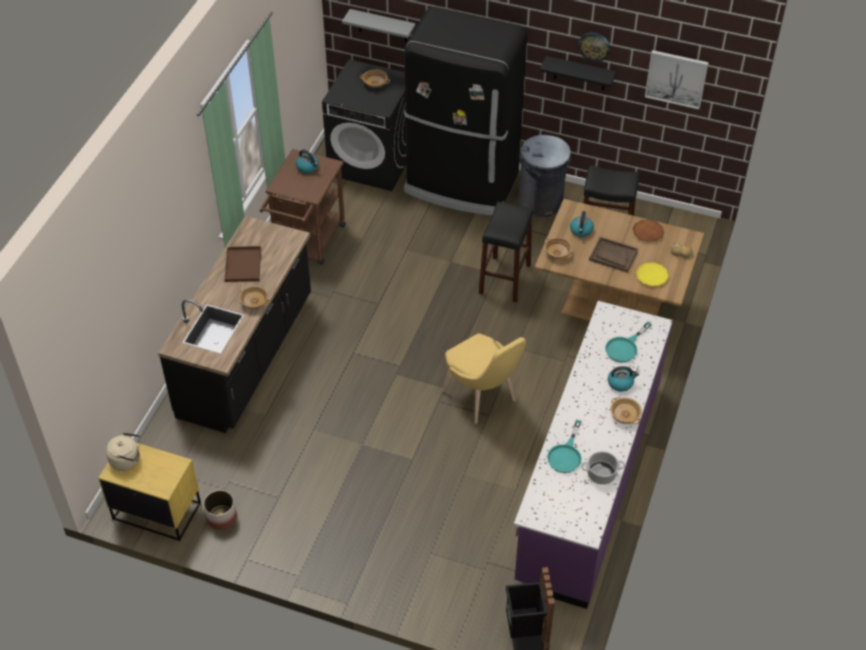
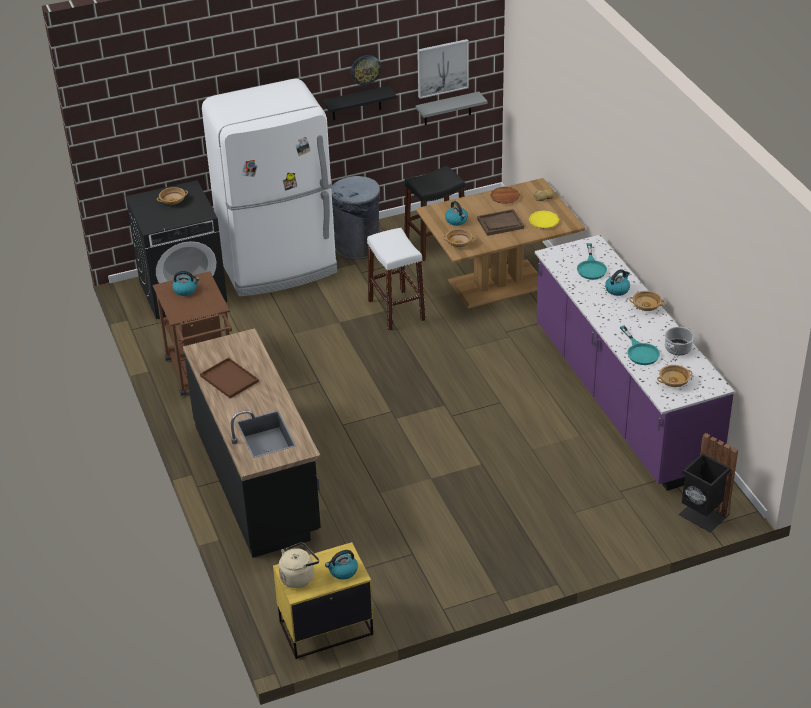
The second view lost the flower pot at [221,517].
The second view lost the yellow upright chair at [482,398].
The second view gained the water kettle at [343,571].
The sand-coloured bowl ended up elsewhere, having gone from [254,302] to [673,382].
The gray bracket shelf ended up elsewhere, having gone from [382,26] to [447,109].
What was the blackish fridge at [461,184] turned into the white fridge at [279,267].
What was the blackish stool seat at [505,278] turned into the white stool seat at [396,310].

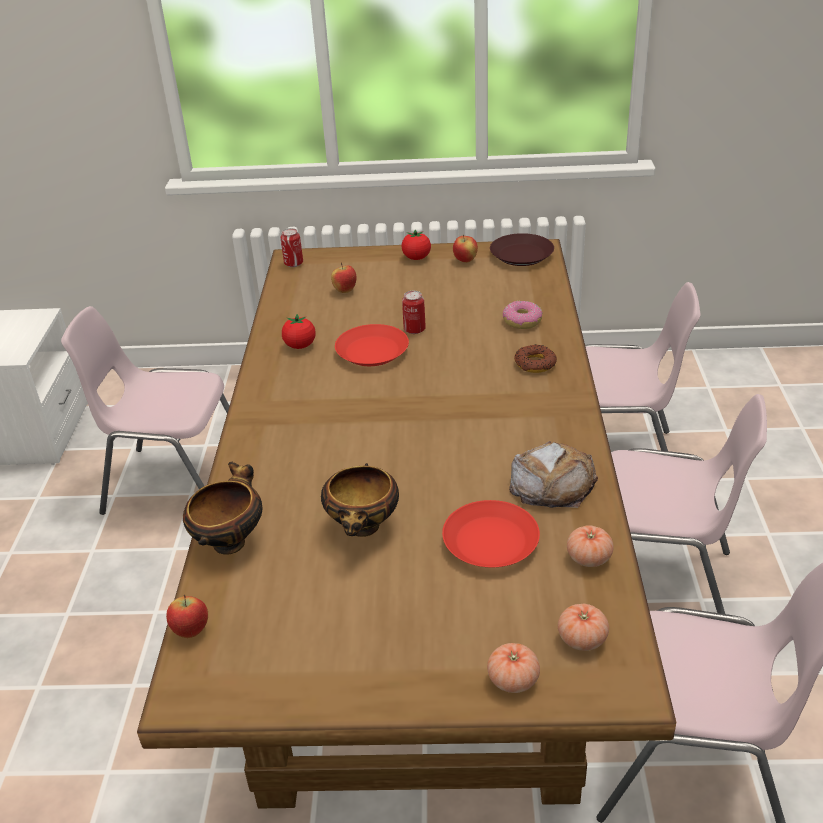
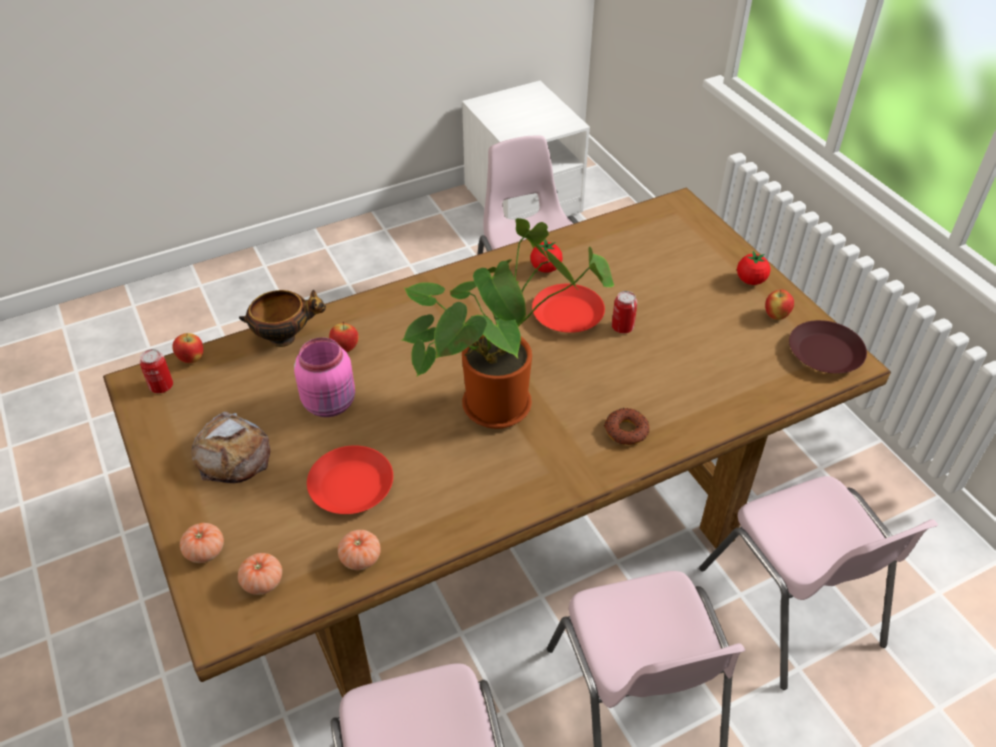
The second view lost the doughnut at [522,321].
The second view gained the plant in a pot at [500,400].
The can ended up elsewhere, having gone from [293,263] to [161,386].
The apple ended up elsewhere, having gone from [345,291] to [345,348].
The baked bread ended up elsewhere, having gone from [552,483] to [233,455].
Where the bowl stood at [364,529], the pink-coloured storage jar came to stand at [331,403].

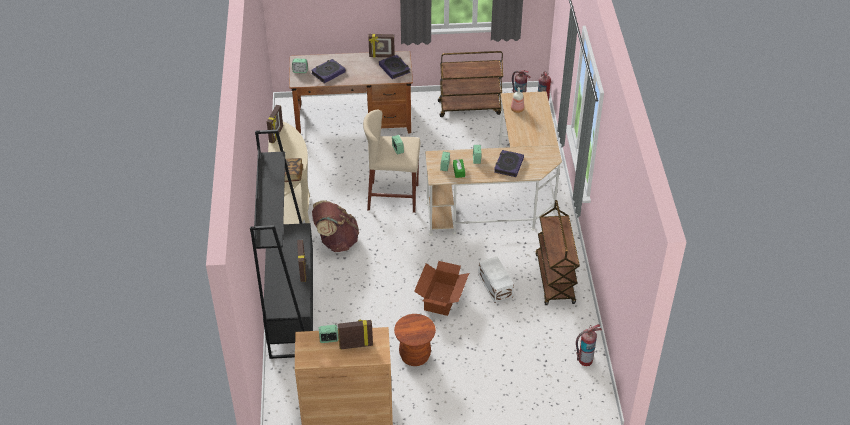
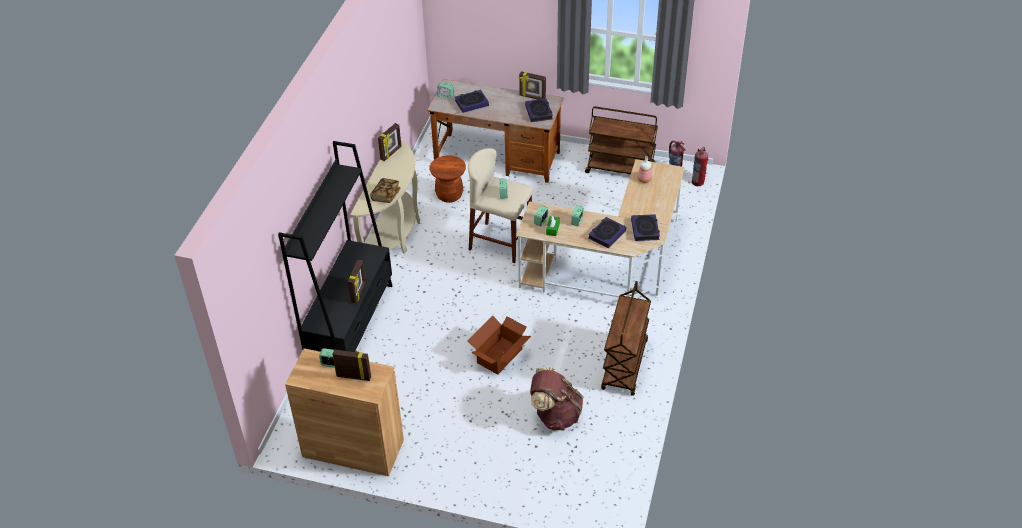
The second view lost the white storage box at [495,286].
The second view lost the fire-fighting cylinder at [585,360].
The second view gained the bound book at [645,230].
The brown backpack ended up elsewhere, having gone from [336,241] to [555,415].
The brown stool seat ended up elsewhere, having gone from [415,356] to [449,195].

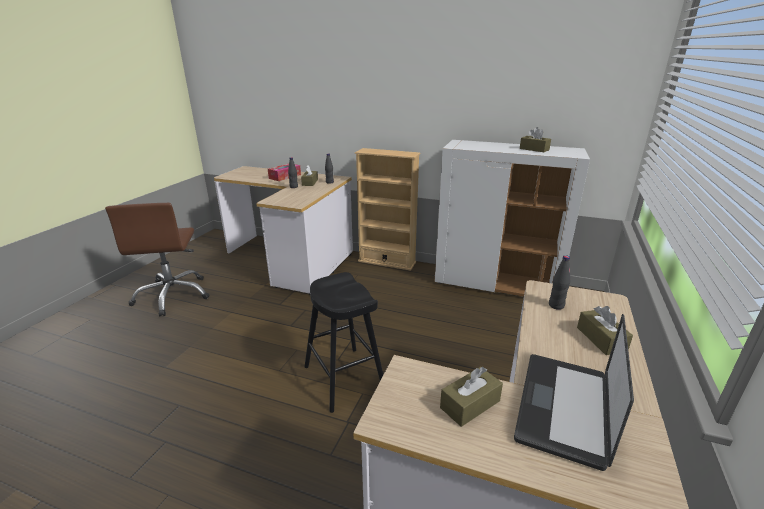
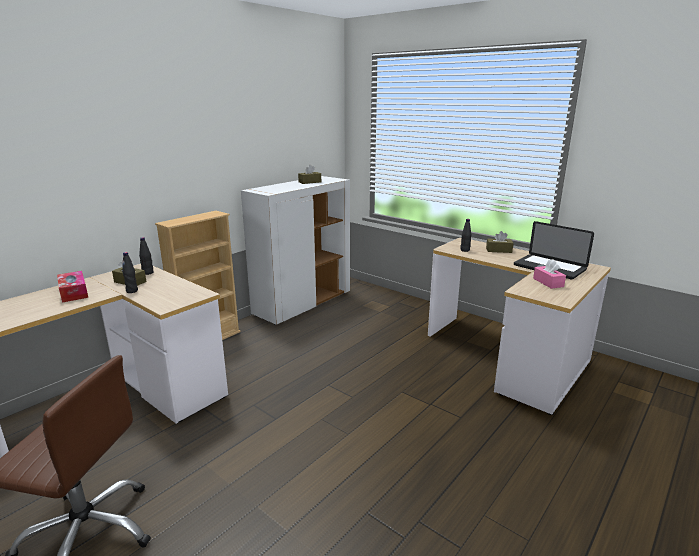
The second view lost the blackish stool seat at [344,378].
What was the brown box of tissues at [470,404] turned into the pink-coloured box of tissues at [548,282].

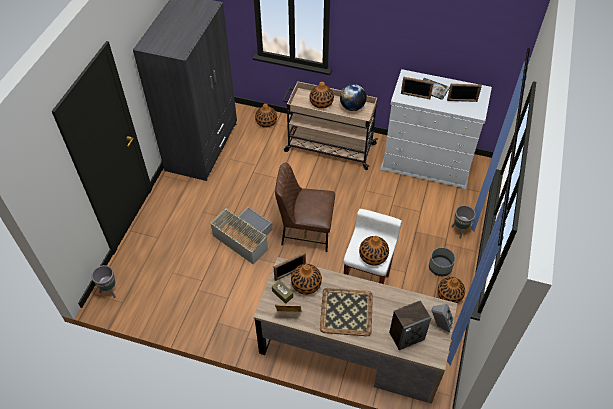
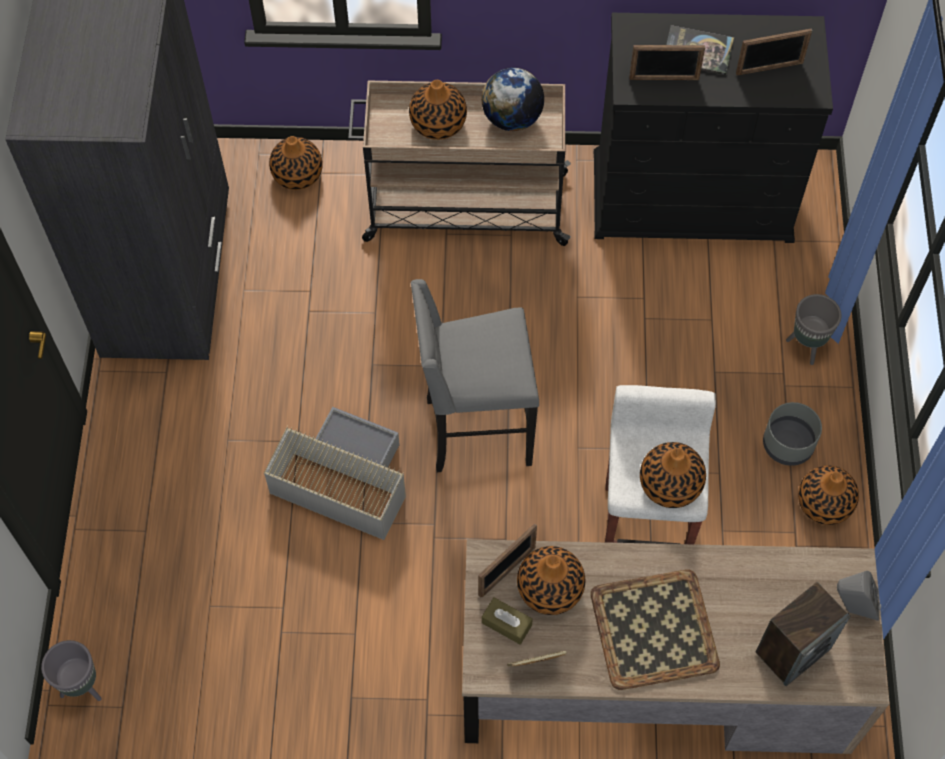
Where the brown upright chair stood at [305,231], the gray stool seat came to stand at [475,431].
What was the white drawer chest at [427,163] turned into the blackish drawer chest at [693,196].

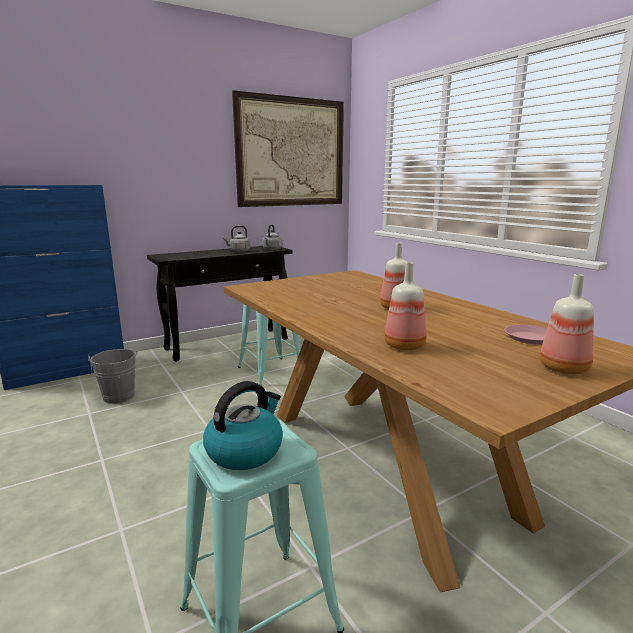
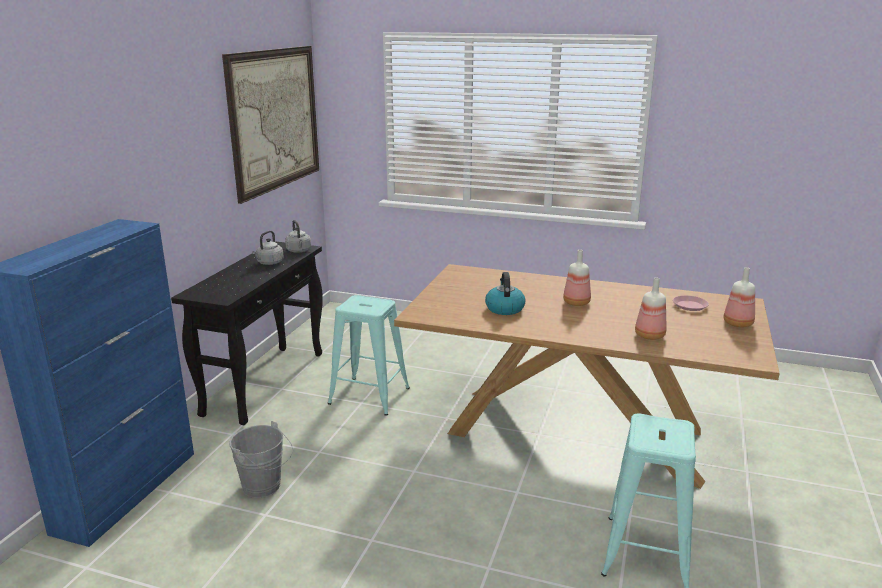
The water kettle ended up elsewhere, having gone from [245,451] to [504,308].

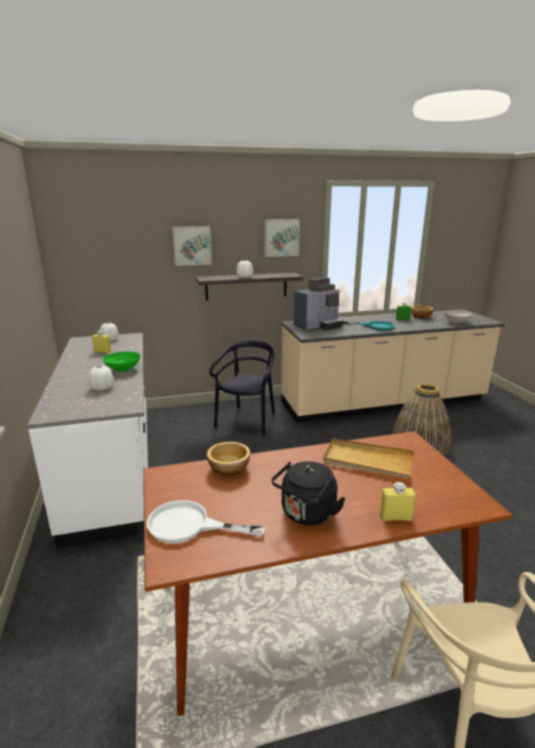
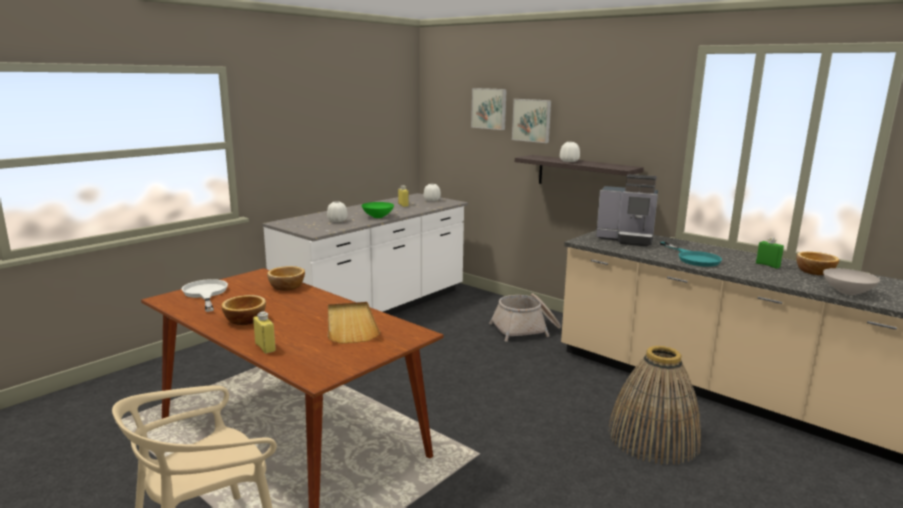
The picture ended up elsewhere, having gone from [281,237] to [489,108].
Where the blackish upright chair stood at [247,421], the storage basket came to stand at [526,329].
Where the blackish water kettle stood at [306,514], the bowl came to stand at [244,319].

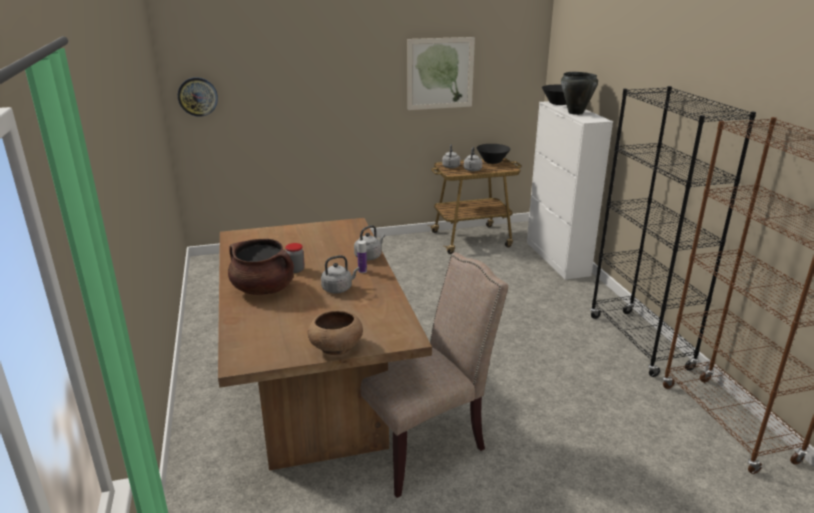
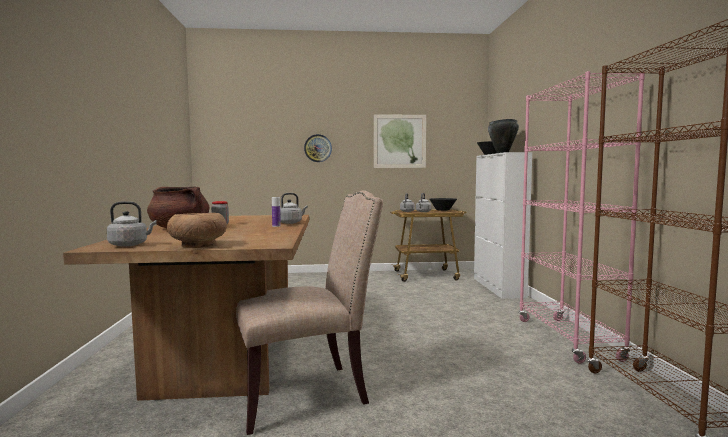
The wall clock ended up elsewhere, having gone from [198,96] to [318,148].
The gray water kettle ended up elsewhere, having gone from [338,288] to [130,245].
What was the blackish bookshelf at [639,342] turned into the pink-coloured bookshelf at [567,339].

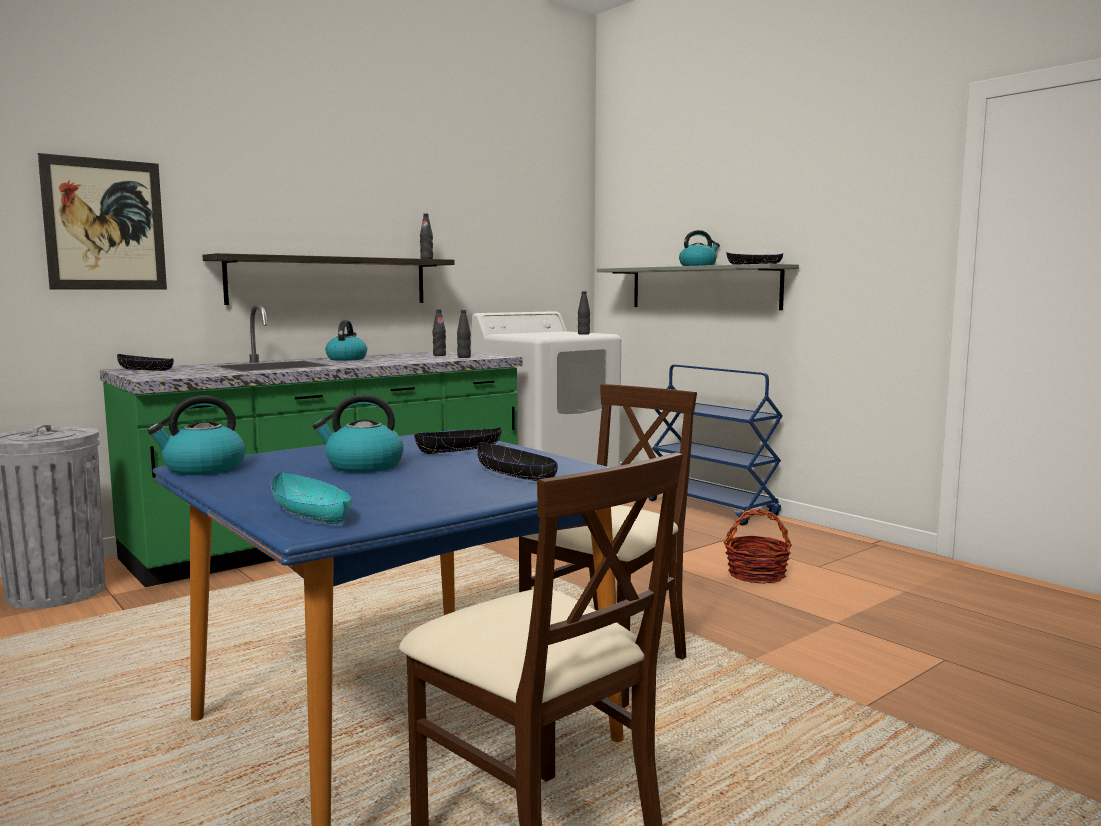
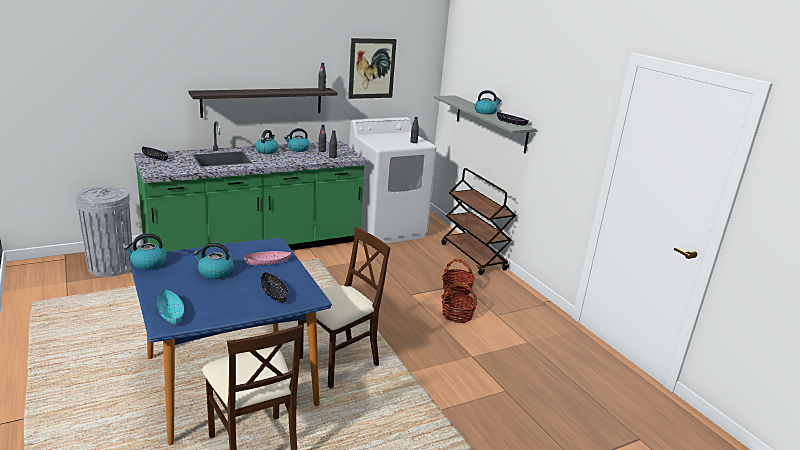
The second view gained the water kettle at [297,149].
The second view gained the storage basket at [457,290].
The picture ended up elsewhere, having gone from [105,224] to [372,68].
What was the blackish bowl at [459,450] turned into the pink-coloured bowl at [267,262].
What was the blue-coloured cart at [713,508] turned into the brown cart at [474,257].

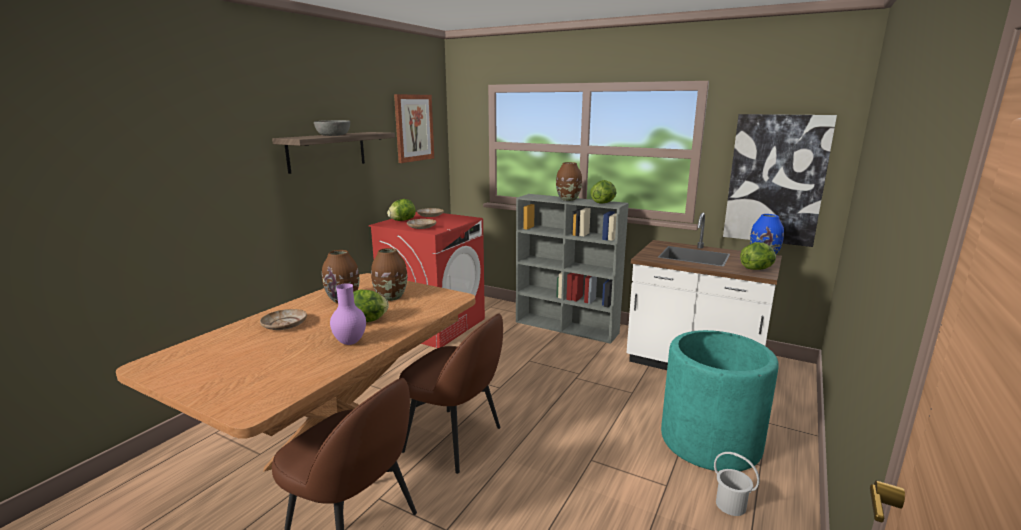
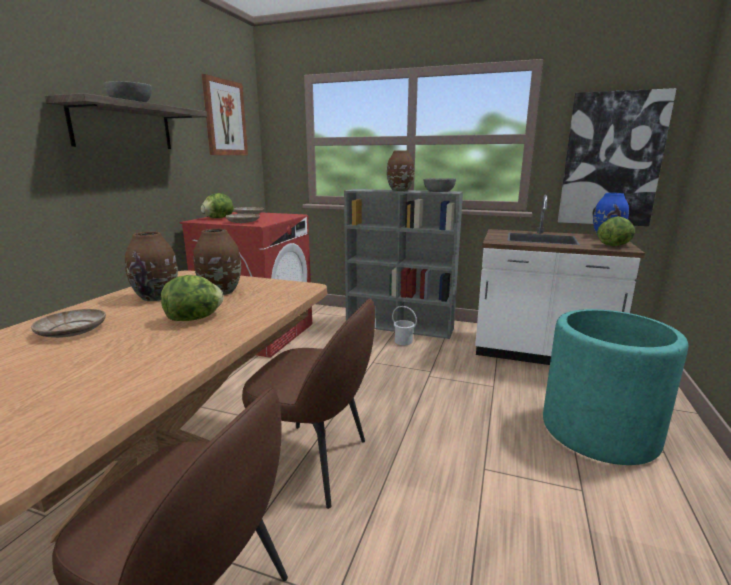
The second view lost the purple vase at [350,343].
The white water bucket ended up elsewhere, having gone from [730,505] to [403,341].
Where the lettuce stood at [603,203], the gray bowl came to stand at [438,191].

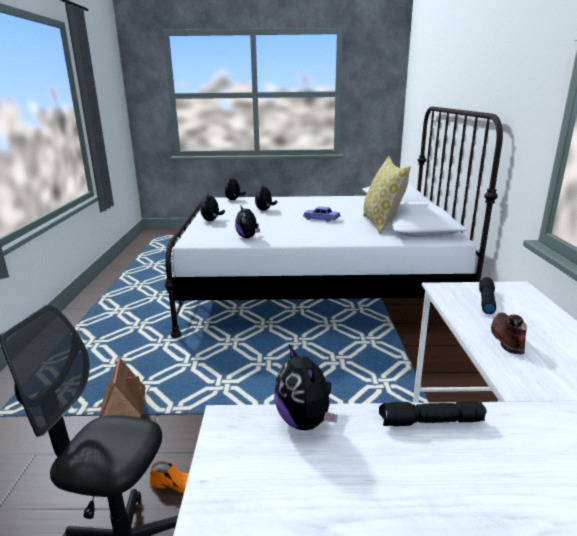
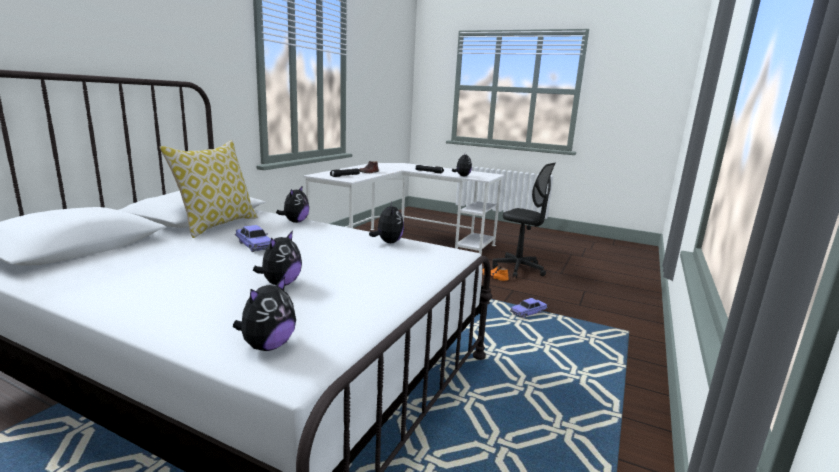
The plush toy ended up elsewhere, having gone from [211,220] to [295,222].
Where the miniature house stood at [124,406], the toy car came to stand at [528,312].

